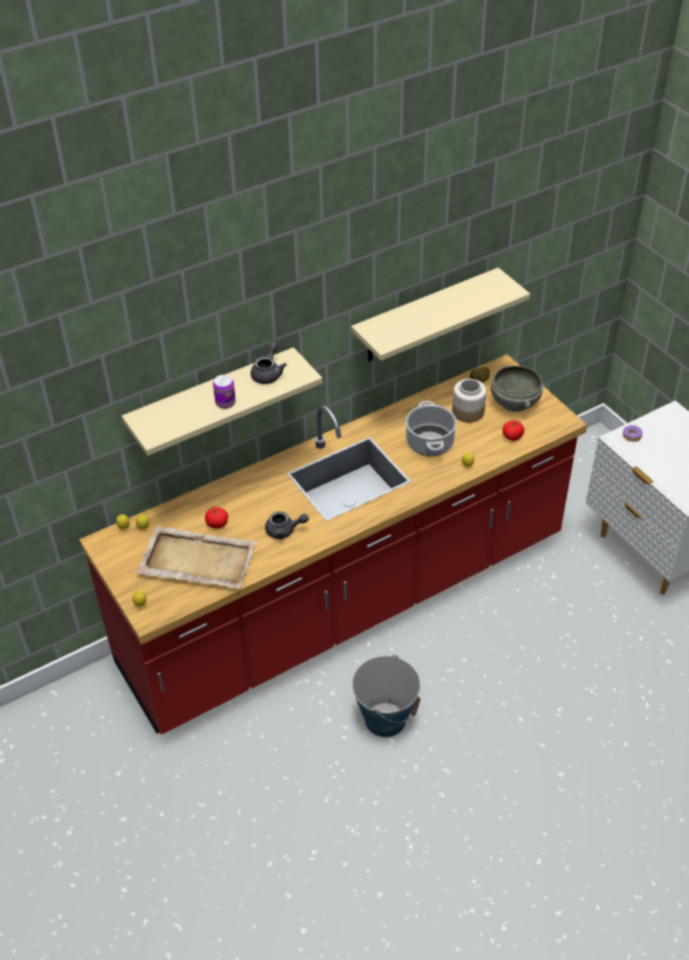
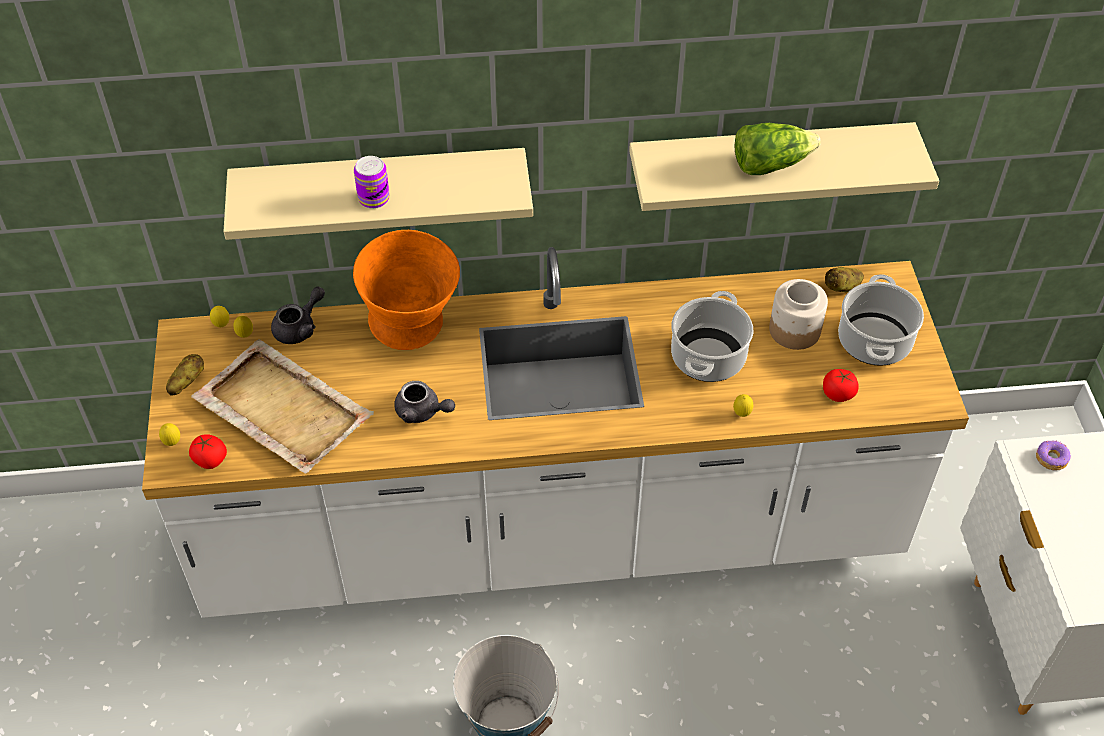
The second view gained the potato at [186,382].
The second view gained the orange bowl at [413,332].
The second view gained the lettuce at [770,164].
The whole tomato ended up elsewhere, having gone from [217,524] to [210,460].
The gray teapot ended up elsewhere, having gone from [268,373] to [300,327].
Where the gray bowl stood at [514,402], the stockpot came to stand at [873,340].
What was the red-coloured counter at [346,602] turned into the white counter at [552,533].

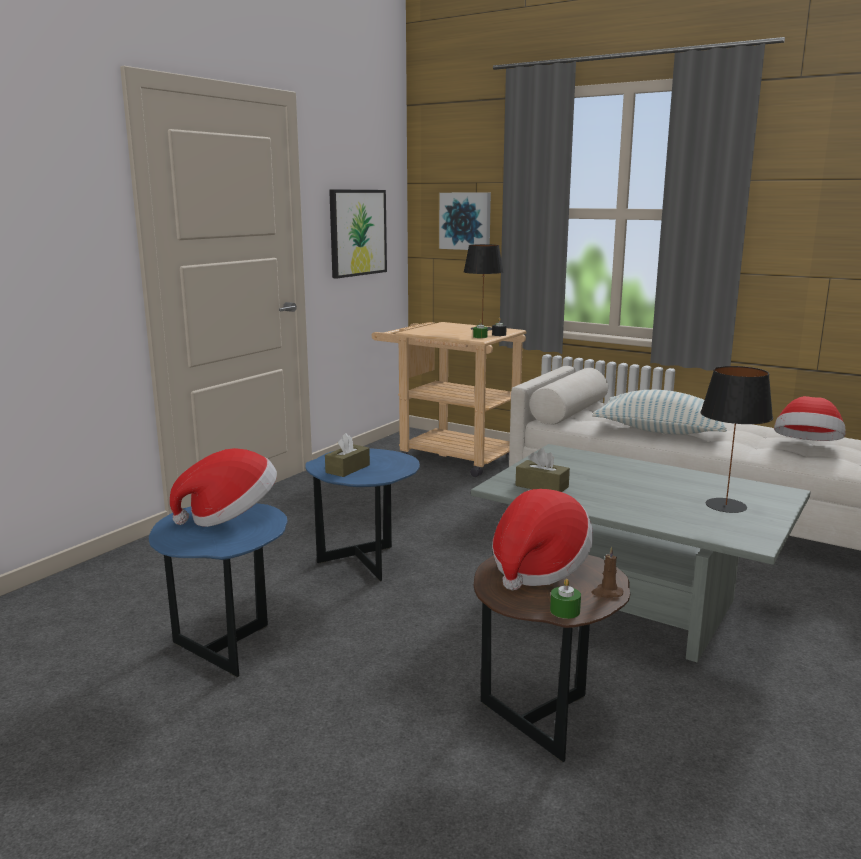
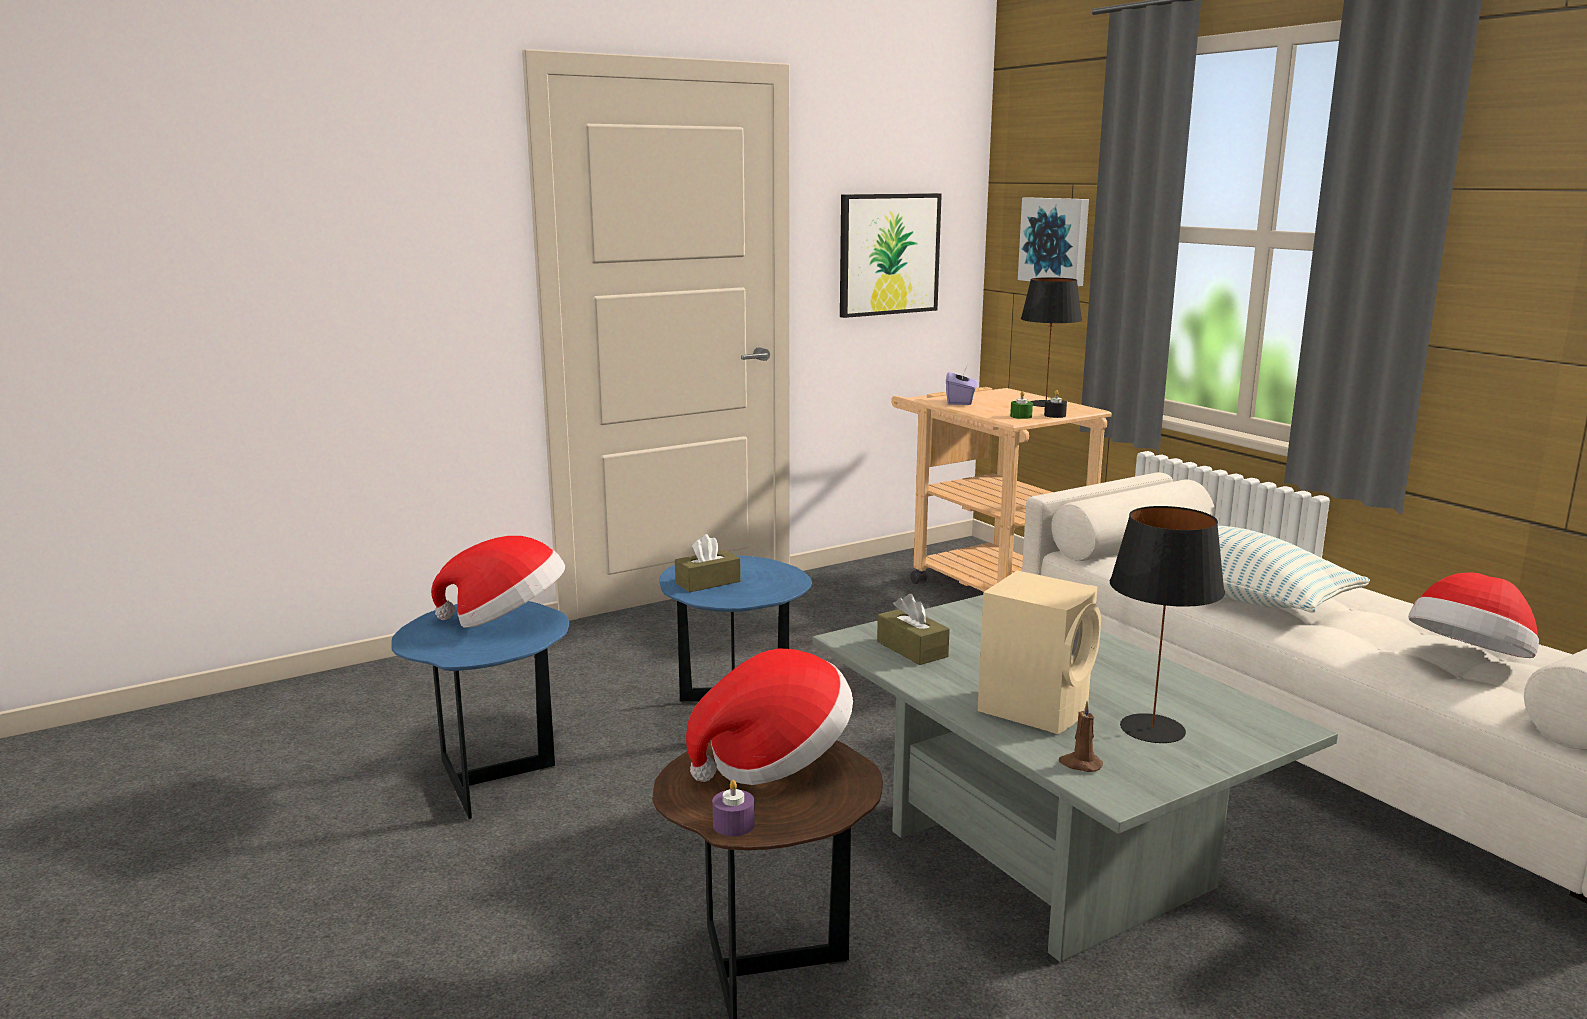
The second view gained the purple box of tissues at [960,401].
The second view gained the sand-coloured audio speaker at [1036,708].
The brown wax light ended up elsewhere, having gone from [606,593] to [1080,764].
What was the greenish wax light at [565,611] turned into the purple wax light at [733,824].

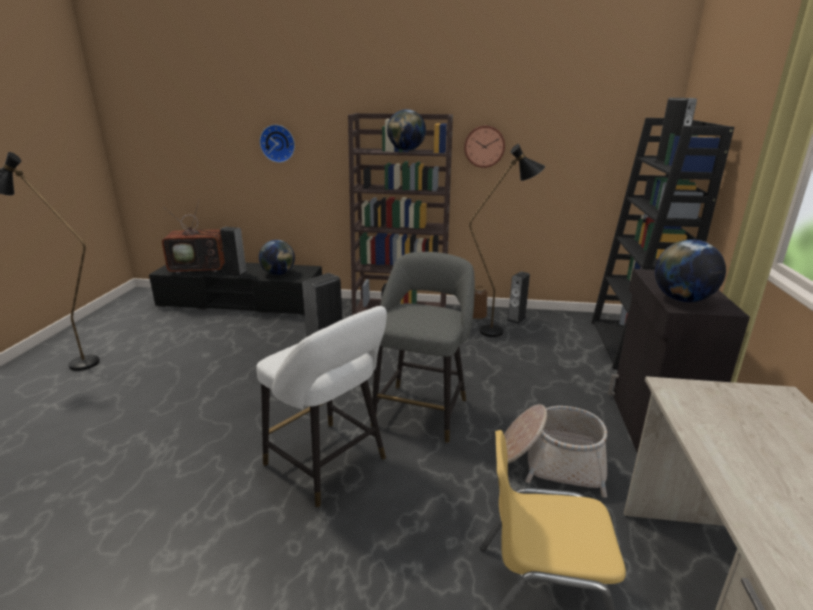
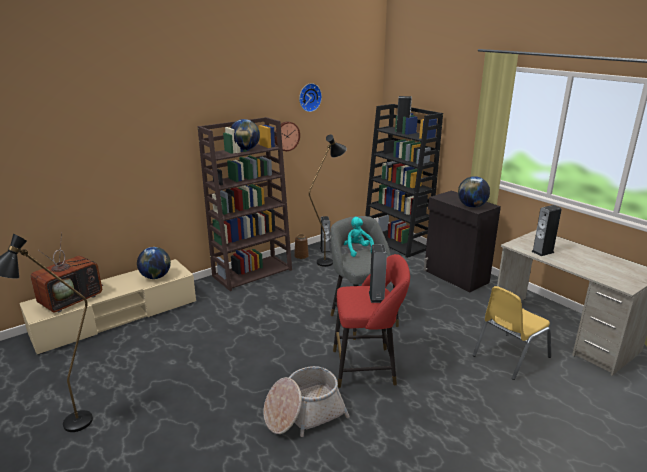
The second view gained the turquoise plush toy at [356,250].
The audio speaker ended up elsewhere, having gone from [236,273] to [542,252].
The wall clock ended up elsewhere, having gone from [278,143] to [309,97].
The storage basket ended up elsewhere, having gone from [550,462] to [303,413].
What was the blackish tv stand at [241,302] turned into the sand-coloured tv stand at [116,317].
What was the white stool seat at [329,465] turned into the red-coloured stool seat at [368,367].

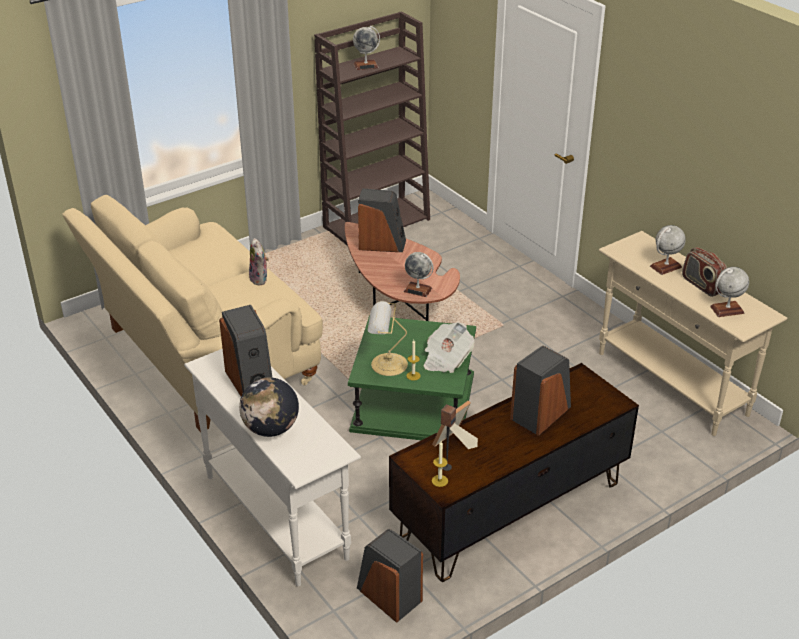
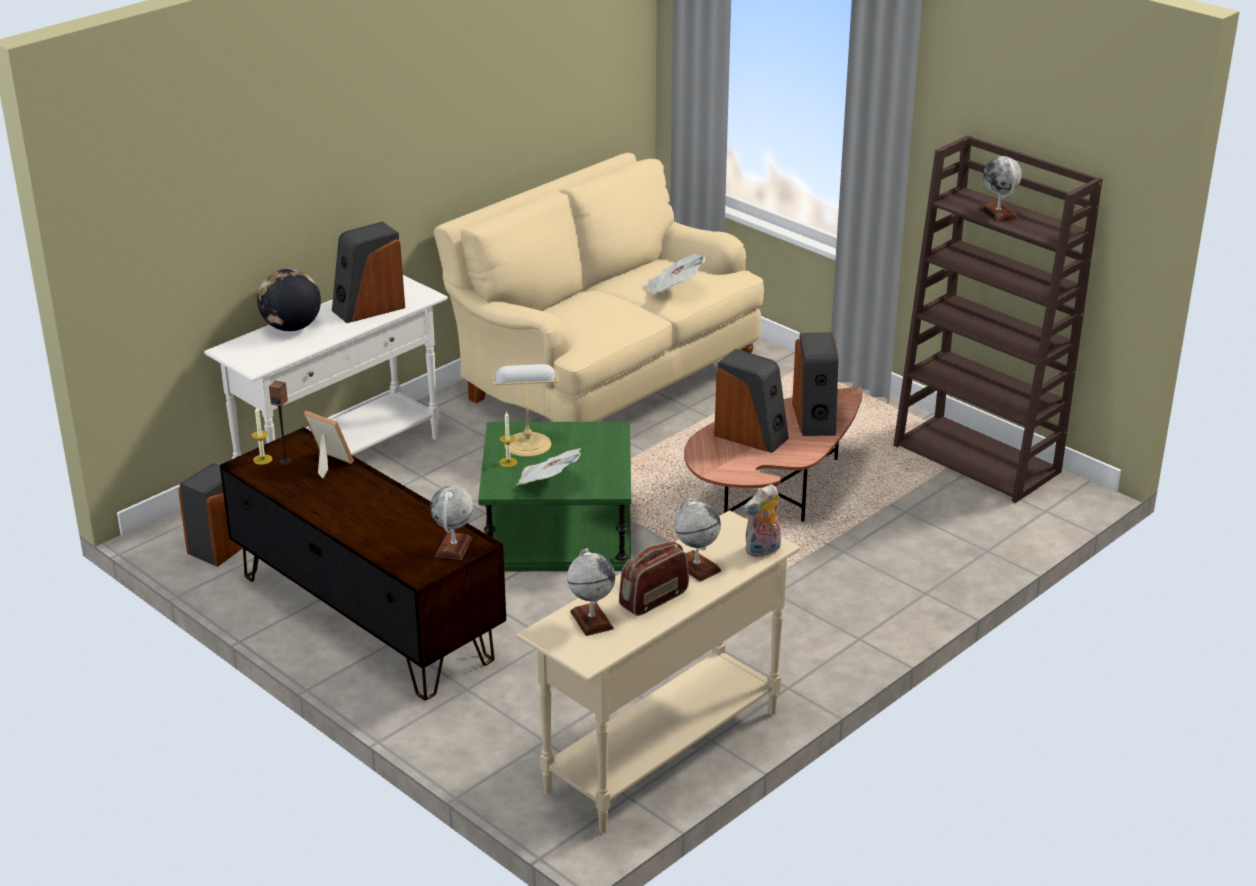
The second view gained the daily paper at [673,288].
The plush toy ended up elsewhere, having gone from [260,279] to [763,551].
The globe ended up elsewhere, having gone from [418,290] to [454,547].
The audio speaker ended up elsewhere, having gone from [541,414] to [751,436].

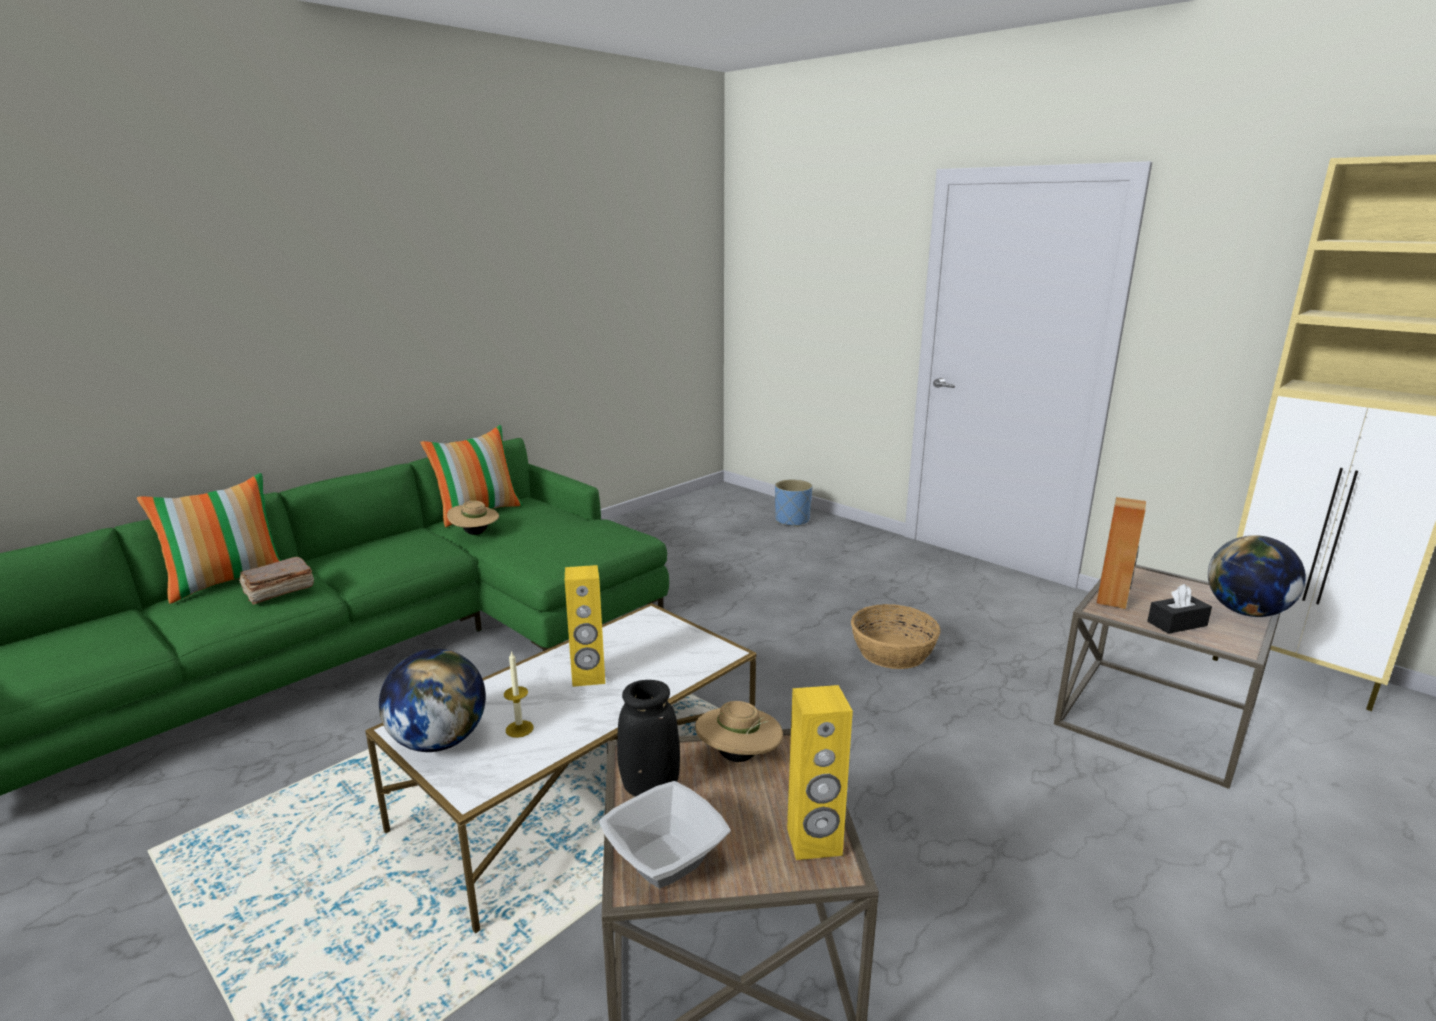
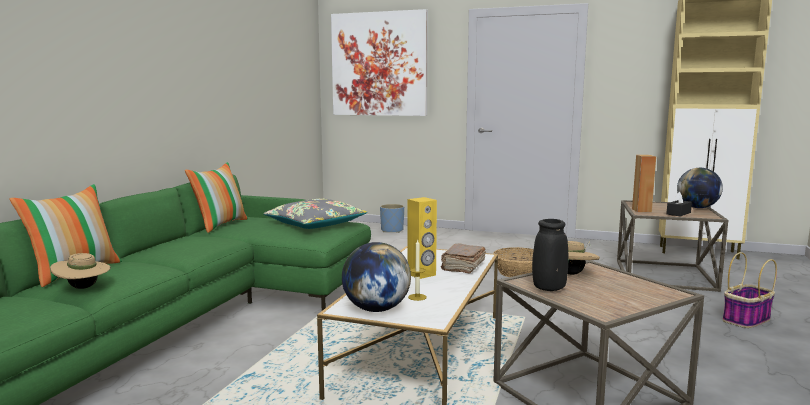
The second view lost the bowl at [663,858].
The second view lost the yellow audio speaker at [814,842].
The second view gained the gray cushion at [315,224].
The second view gained the picture at [379,64].
The second view gained the storage basket at [746,320].
The brown bound book ended up elsewhere, having gone from [278,591] to [462,266].
The sand-coloured wearable hat ended up elsewhere, having gone from [475,533] to [83,288].

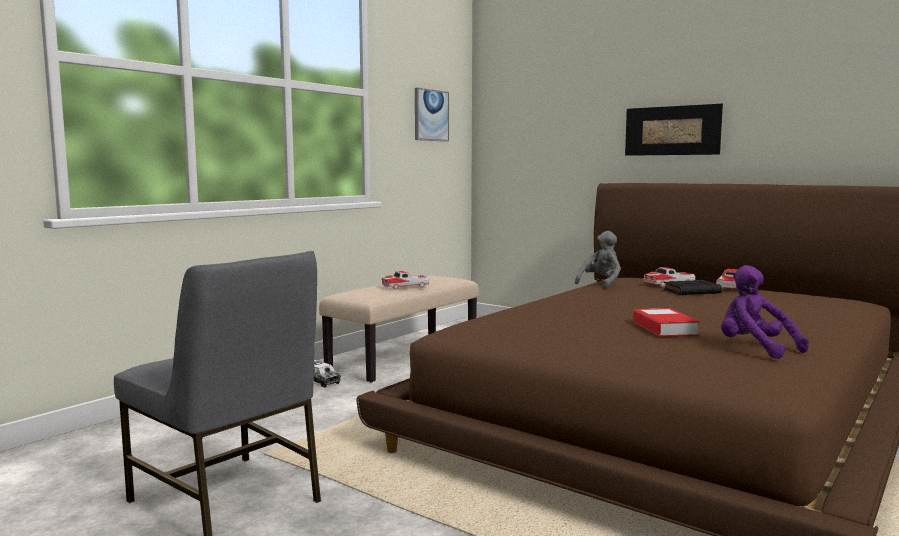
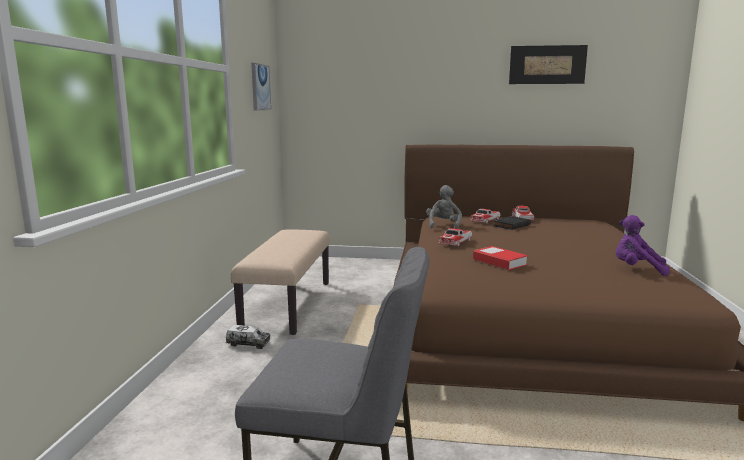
The toy car ended up elsewhere, having gone from [405,287] to [455,242].
The picture ended up elsewhere, having gone from [672,130] to [547,65].
The bound book ended up elsewhere, having gone from [664,328] to [499,262].

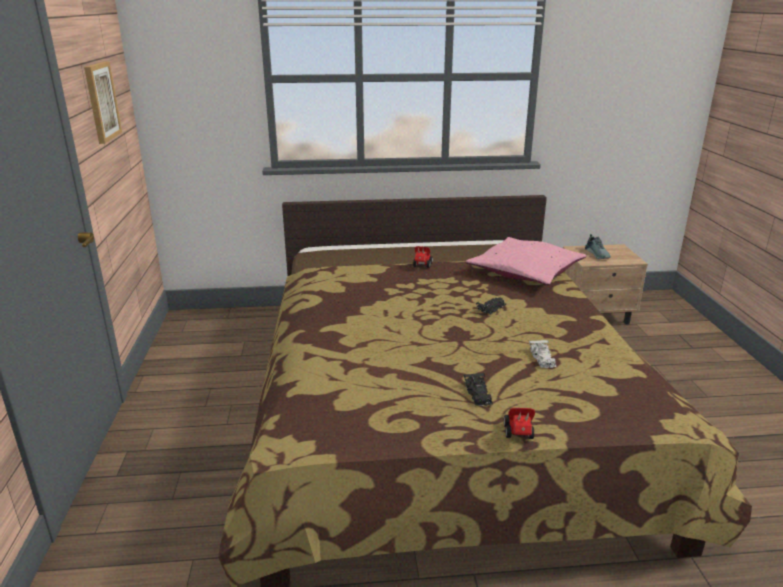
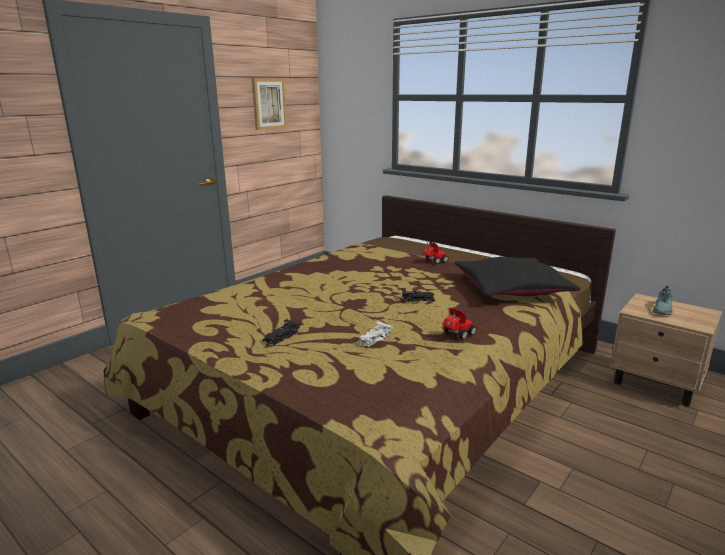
The toy car ended up elsewhere, having gone from [518,435] to [457,335].
What was the pink-coloured cushion at [525,271] turned into the blackish cushion at [511,288].

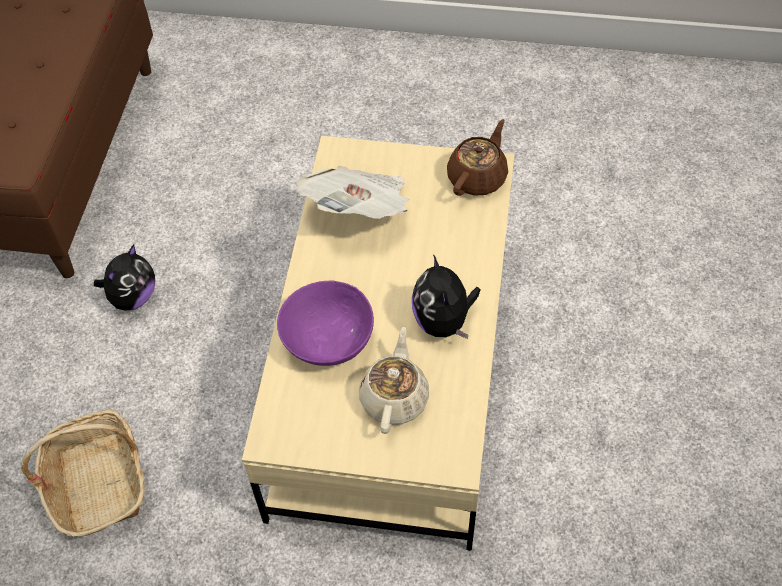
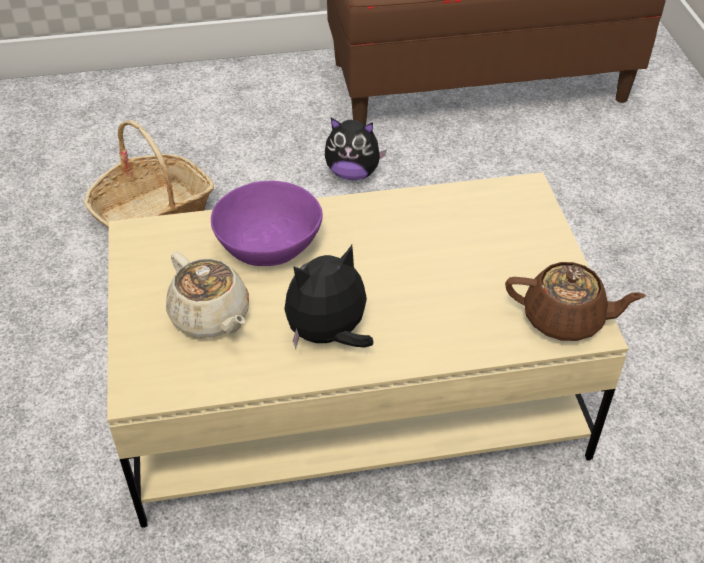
The second view lost the daily paper at [360,210].
The sand-coloured teapot at [394,397] ended up facing another way, 60 degrees clockwise from before.

